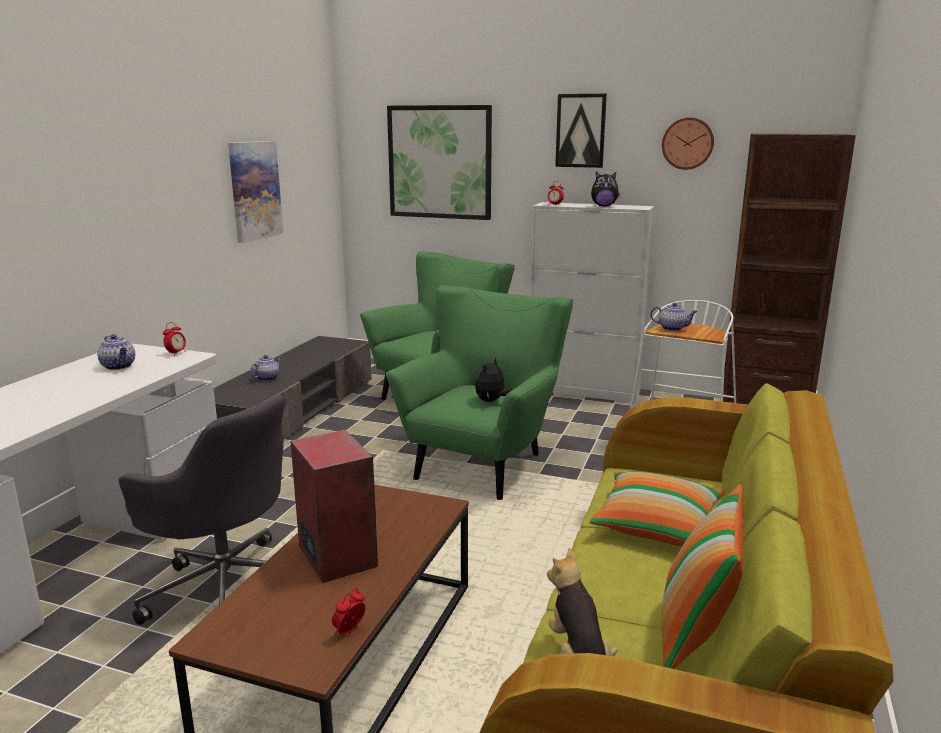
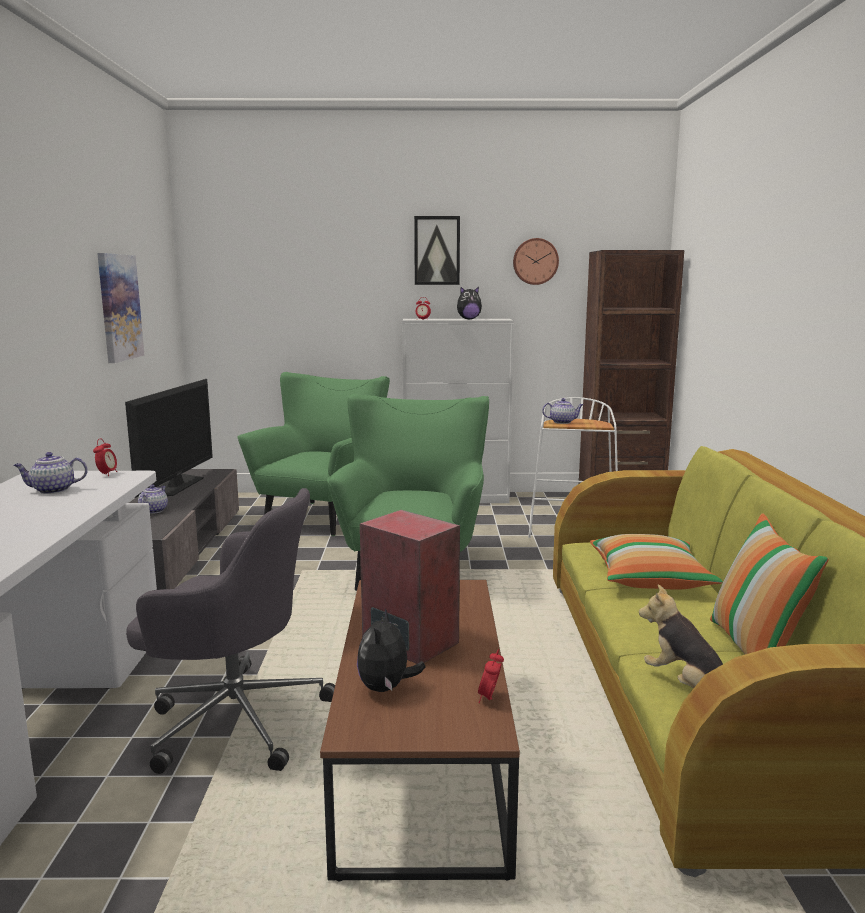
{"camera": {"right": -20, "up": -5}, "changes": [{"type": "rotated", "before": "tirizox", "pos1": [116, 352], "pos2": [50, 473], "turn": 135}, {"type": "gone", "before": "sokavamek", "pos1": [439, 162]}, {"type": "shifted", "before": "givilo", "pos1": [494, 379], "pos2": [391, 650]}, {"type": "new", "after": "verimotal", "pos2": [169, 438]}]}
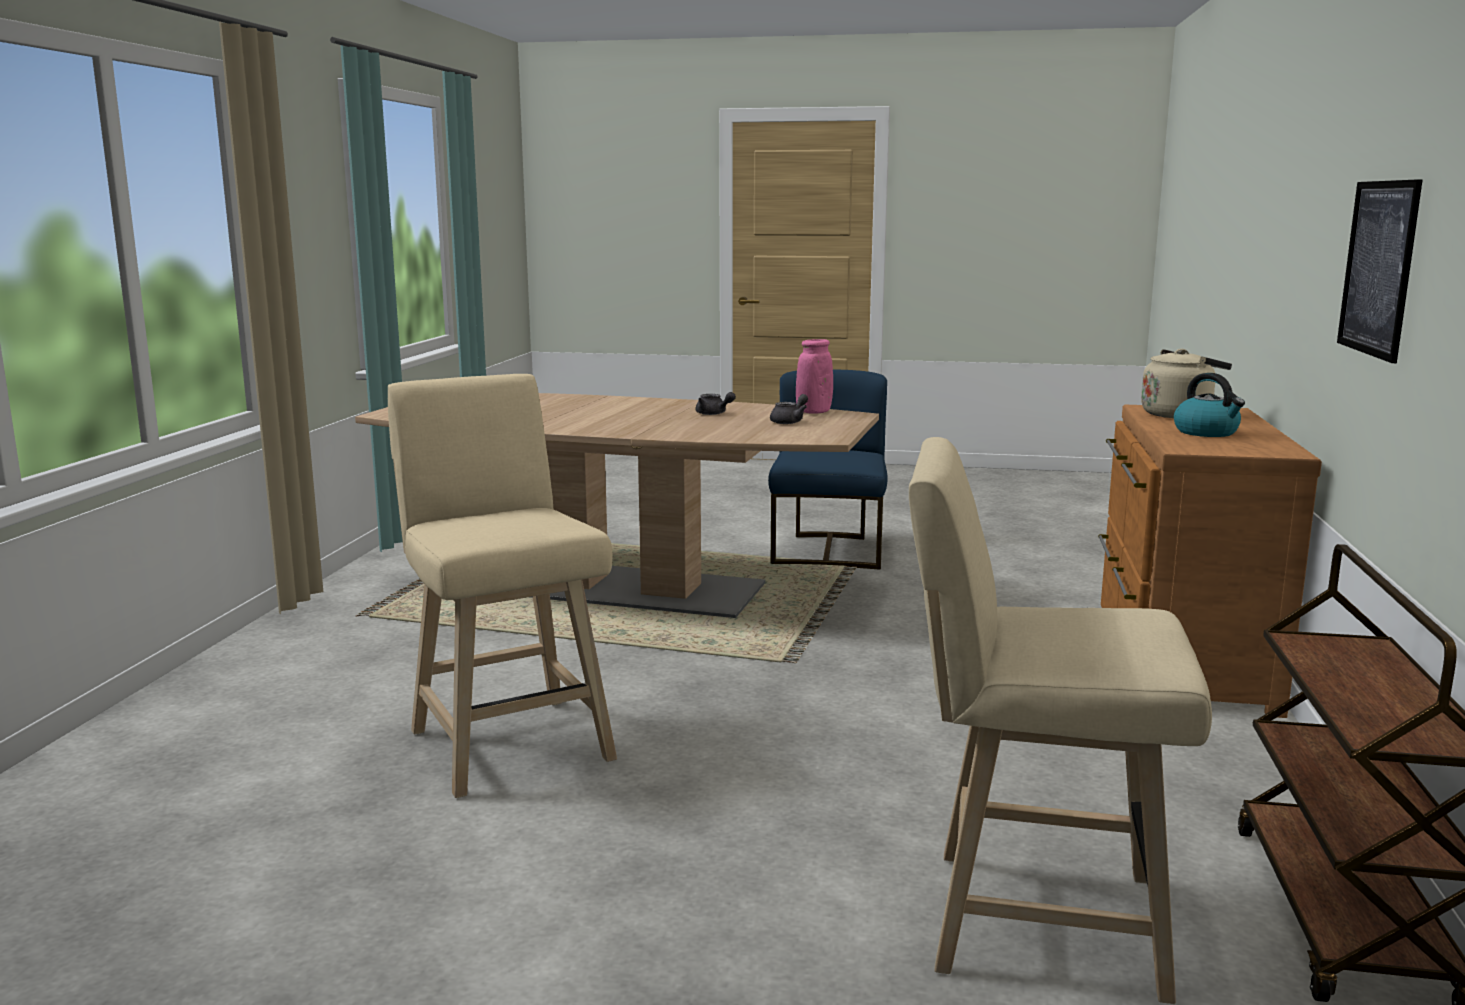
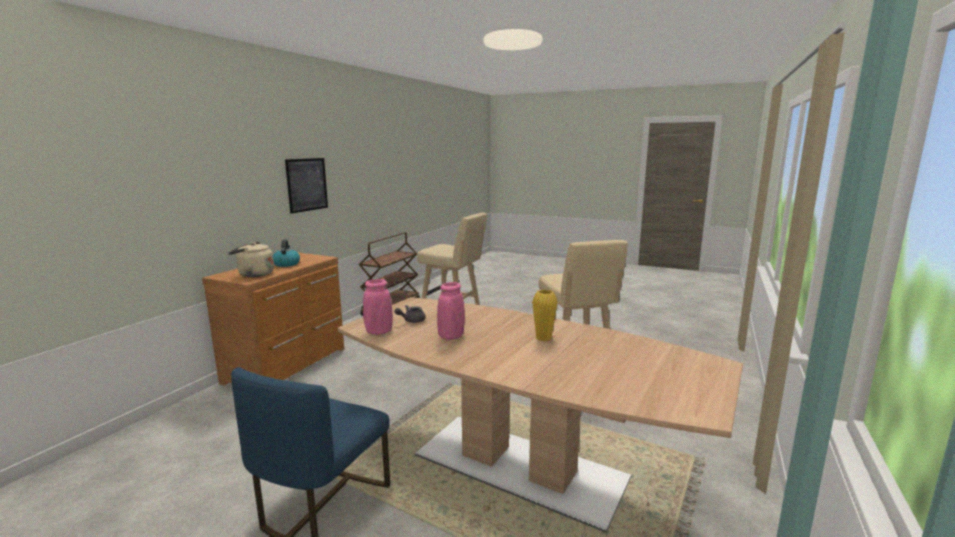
{"camera": {"right": -165, "up": 0}, "changes": [{"type": "swapped", "before": "grey tirizox", "after": "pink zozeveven", "pos1": [715, 403], "pos2": [451, 311]}, {"type": "new", "after": "yellow zozeveven", "pos2": [545, 315]}]}
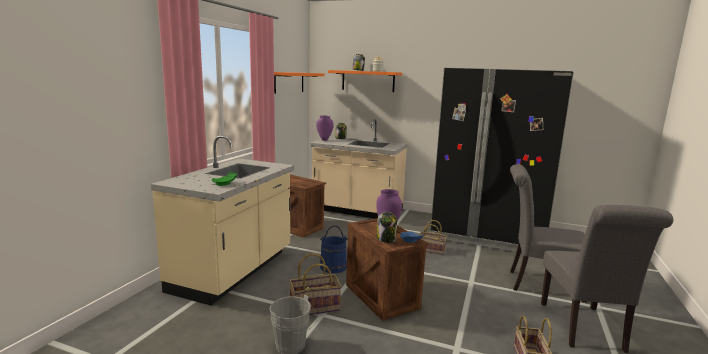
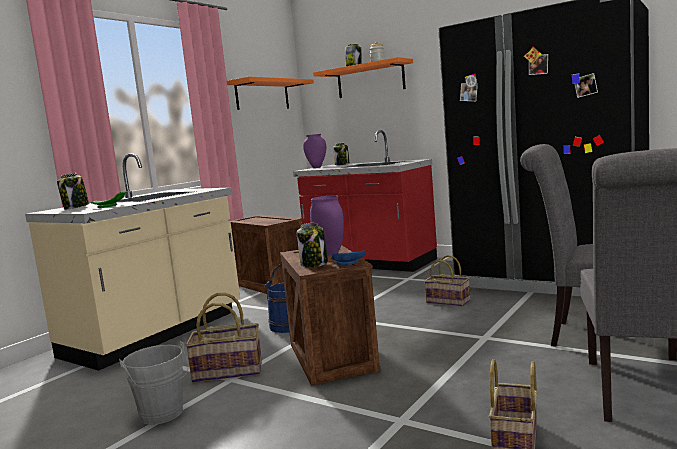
{"camera": {"right": 15, "up": -5}, "changes": [{"type": "repainted", "before": "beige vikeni", "after": "red vikeni", "pos1": [359, 169], "pos2": [365, 201]}, {"type": "new", "after": "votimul", "pos2": [73, 191]}]}
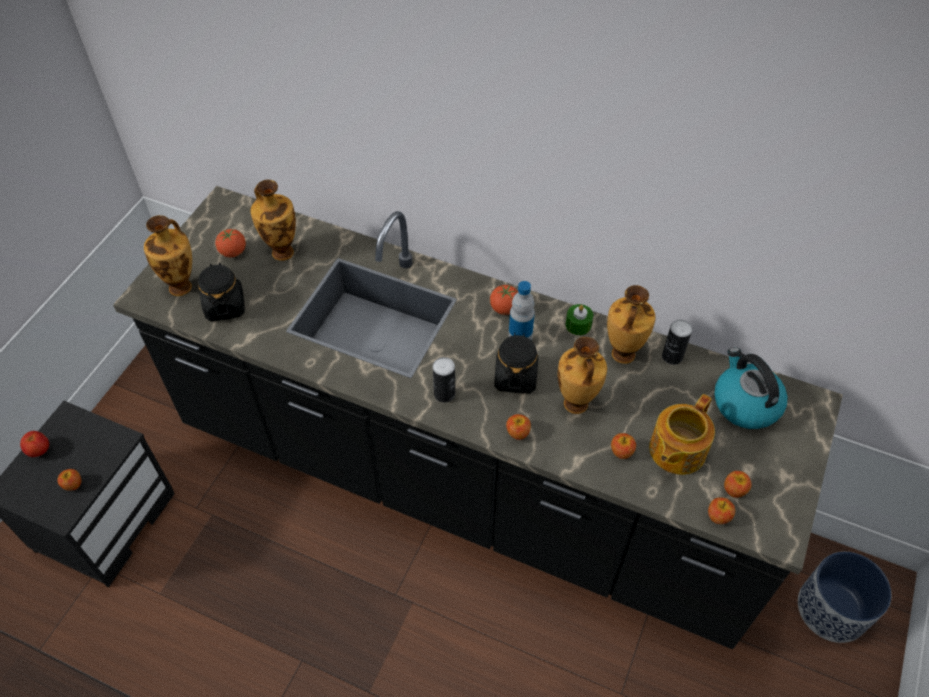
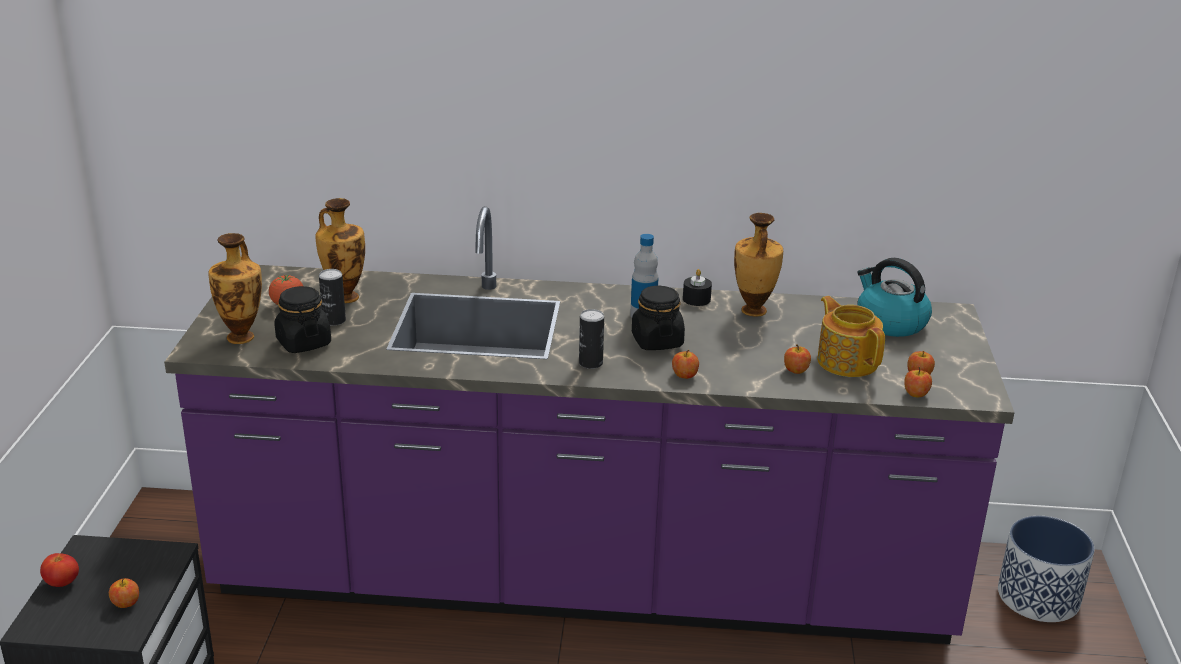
{"camera": {"right": -20, "up": -25}, "changes": [{"type": "repainted", "before": "black vikeni", "after": "purple vikeni", "pos1": [478, 417], "pos2": [589, 425]}, {"type": "gone", "before": "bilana", "pos1": [504, 300]}, {"type": "gone", "before": "zozeveven", "pos1": [582, 375]}, {"type": "repainted", "before": "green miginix", "after": "black miginix", "pos1": [579, 319], "pos2": [697, 287]}, {"type": "rotated", "before": "tirizox", "pos1": [682, 434], "pos2": [851, 336], "turn": 135}, {"type": "shifted", "before": "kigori", "pos1": [677, 342], "pos2": [332, 297]}]}
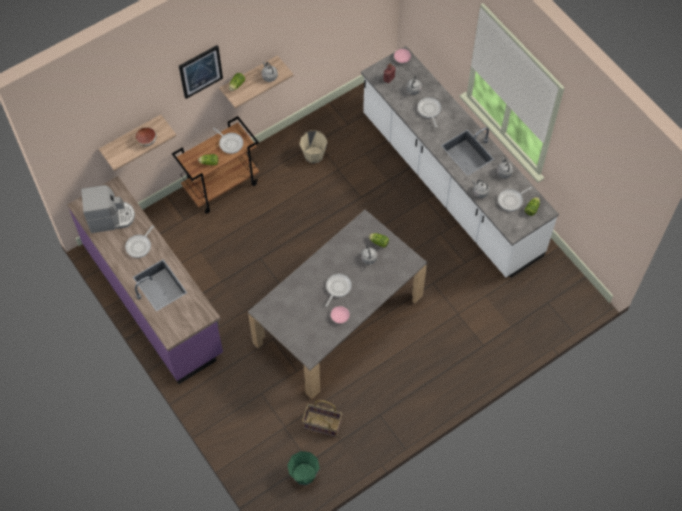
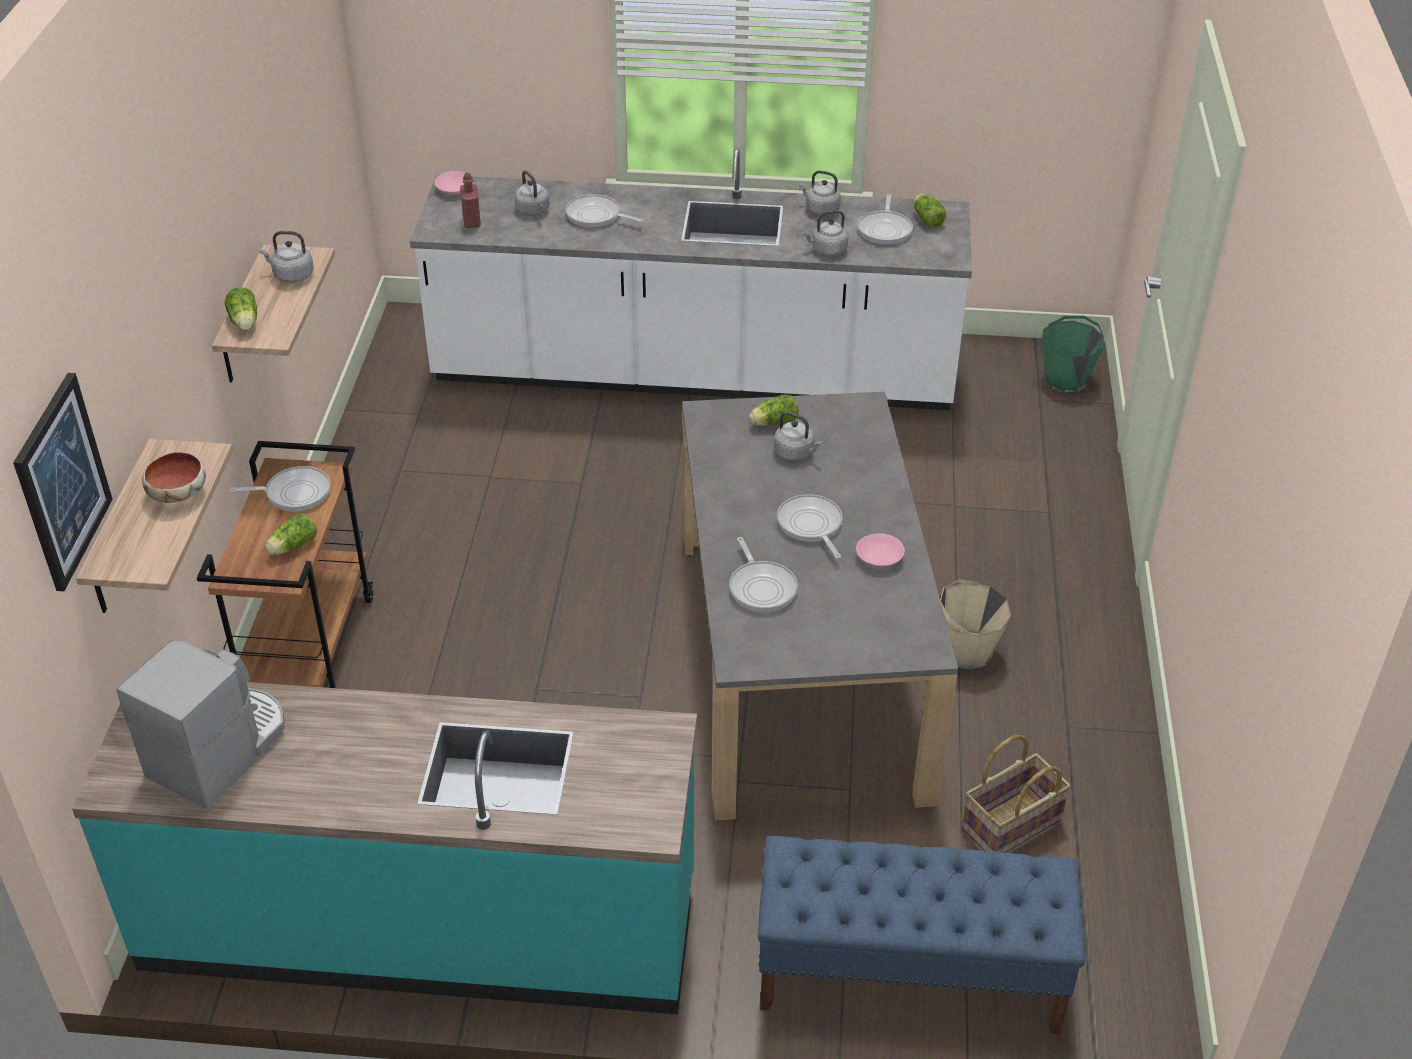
{"camera": {"right": -50, "up": -20}, "changes": [{"type": "repainted", "before": "purple vikeni", "after": "turquoise vikeni", "pos1": [145, 280], "pos2": [384, 848]}, {"type": "shifted", "before": "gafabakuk", "pos1": [139, 241], "pos2": [763, 574]}, {"type": "shifted", "before": "sokavamek", "pos1": [201, 72], "pos2": [63, 482]}, {"type": "shifted", "before": "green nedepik", "pos1": [303, 468], "pos2": [1073, 354]}, {"type": "shifted", "before": "beige nedepik", "pos1": [313, 146], "pos2": [975, 624]}, {"type": "new", "after": "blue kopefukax", "pos2": [921, 935]}]}
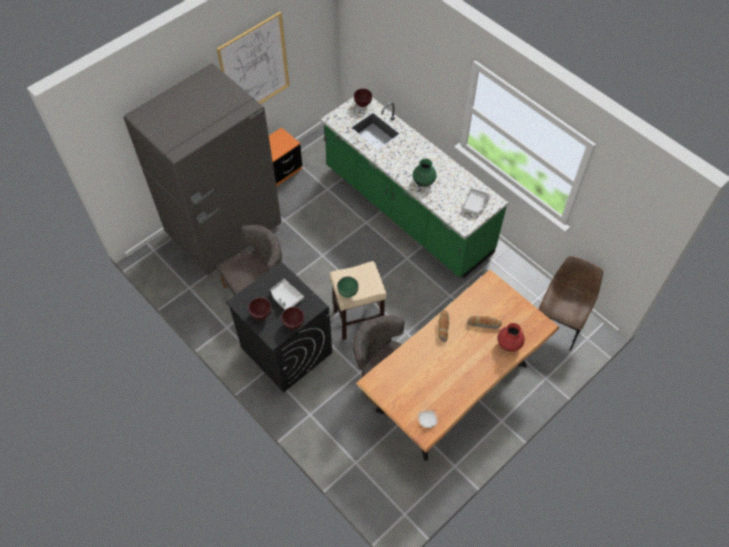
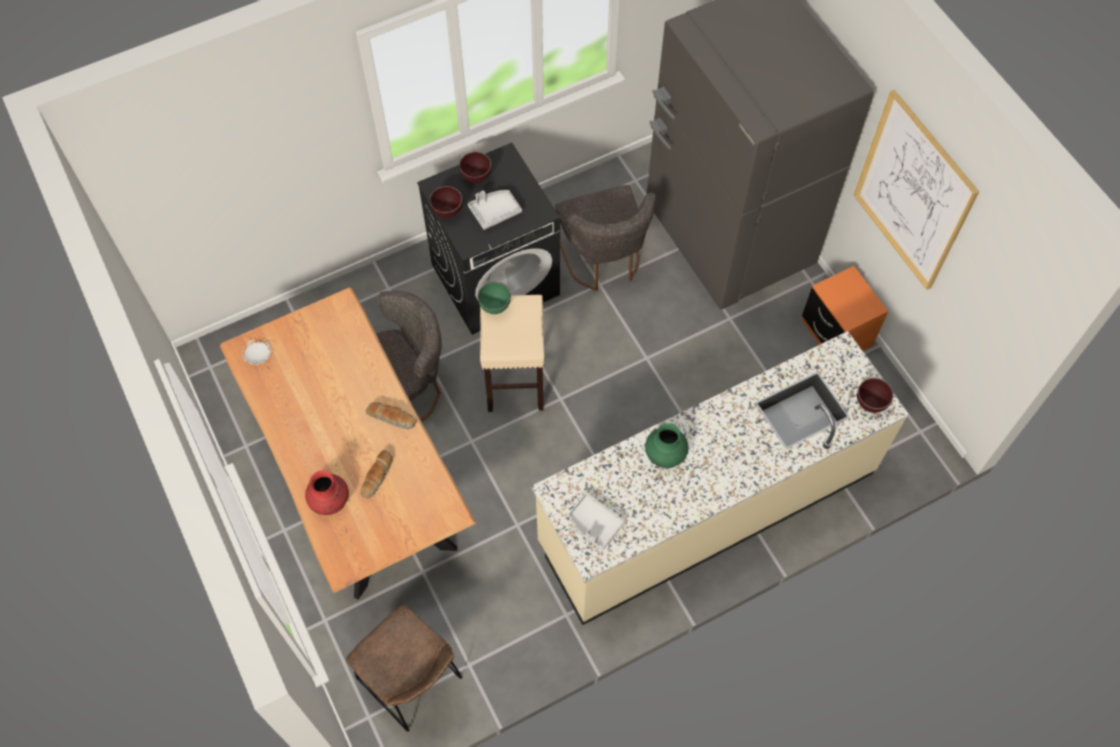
{"camera": {"right": 105, "up": 5}, "changes": [{"type": "repainted", "before": "green vikeni", "after": "beige vikeni", "pos1": [414, 187], "pos2": [720, 478]}]}
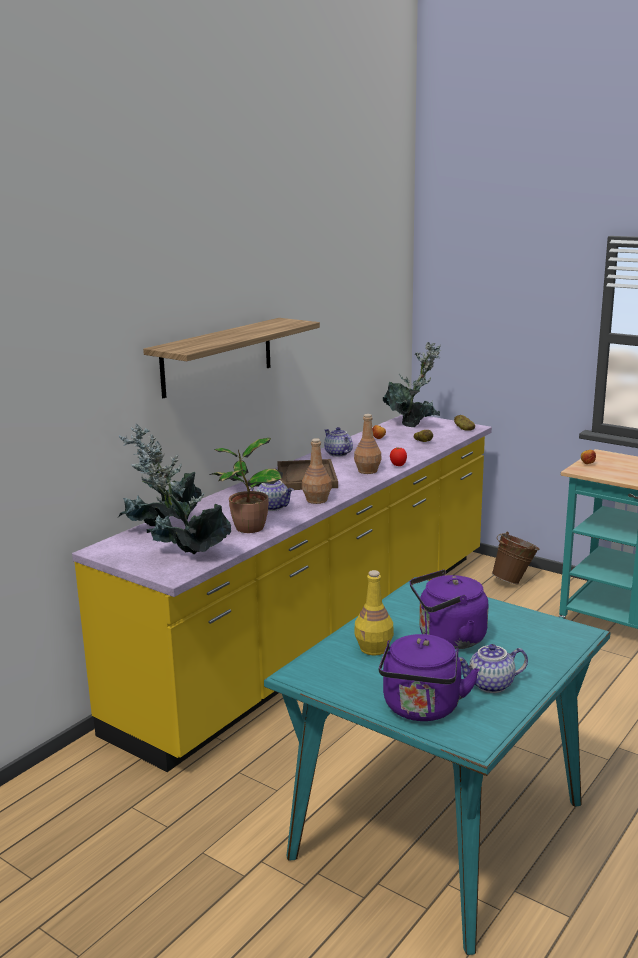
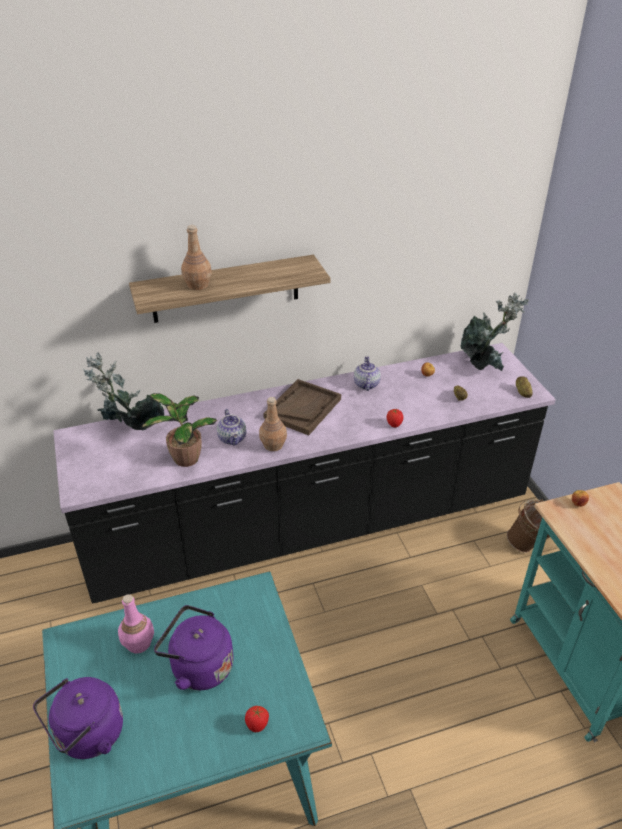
{"camera": {"right": 35, "up": 20}, "changes": [{"type": "repainted", "before": "yellow vikeni", "after": "black vikeni", "pos1": [282, 593], "pos2": [304, 473]}, {"type": "gone", "before": "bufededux", "pos1": [184, 497]}, {"type": "shifted", "before": "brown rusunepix", "pos1": [368, 444], "pos2": [196, 257]}, {"type": "repainted", "before": "yellow rusunepix", "after": "pink rusunepix", "pos1": [374, 612], "pos2": [136, 623]}, {"type": "gone", "before": "tirizox", "pos1": [493, 668]}, {"type": "new", "after": "bilana", "pos2": [257, 719]}]}
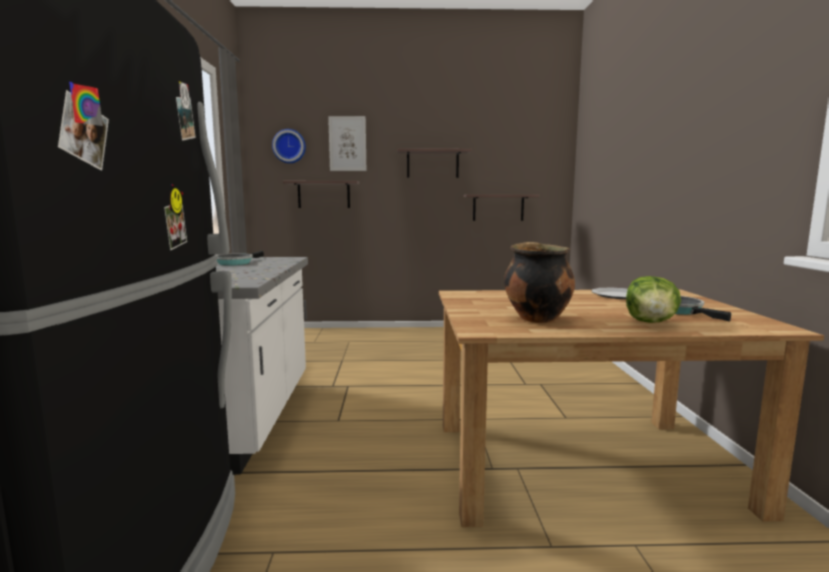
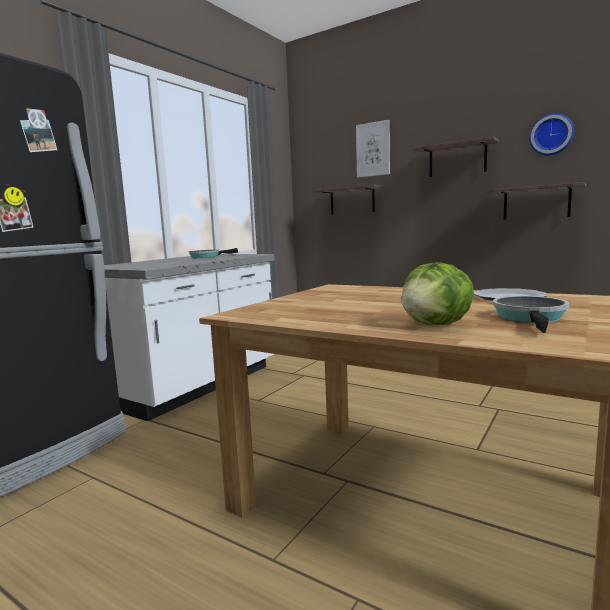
{"camera": {"right": 35, "up": 0}, "changes": [{"type": "shifted", "before": "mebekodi", "pos1": [289, 146], "pos2": [551, 135]}, {"type": "gone", "before": "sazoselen", "pos1": [539, 282]}]}
